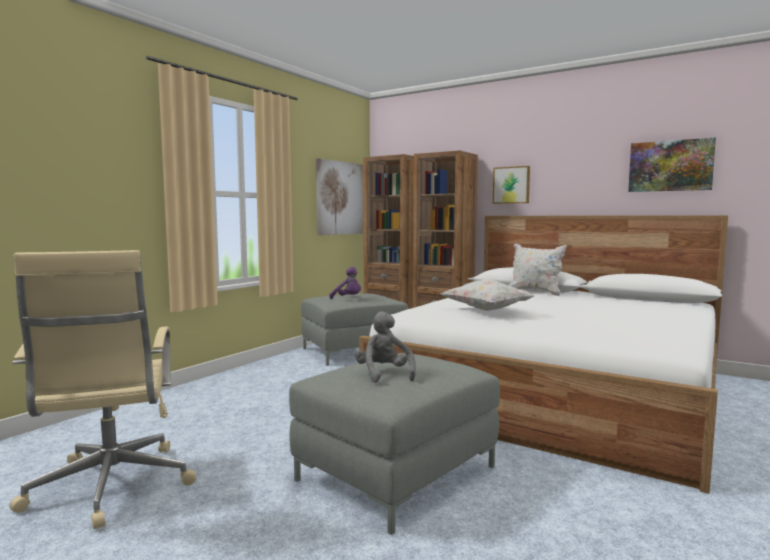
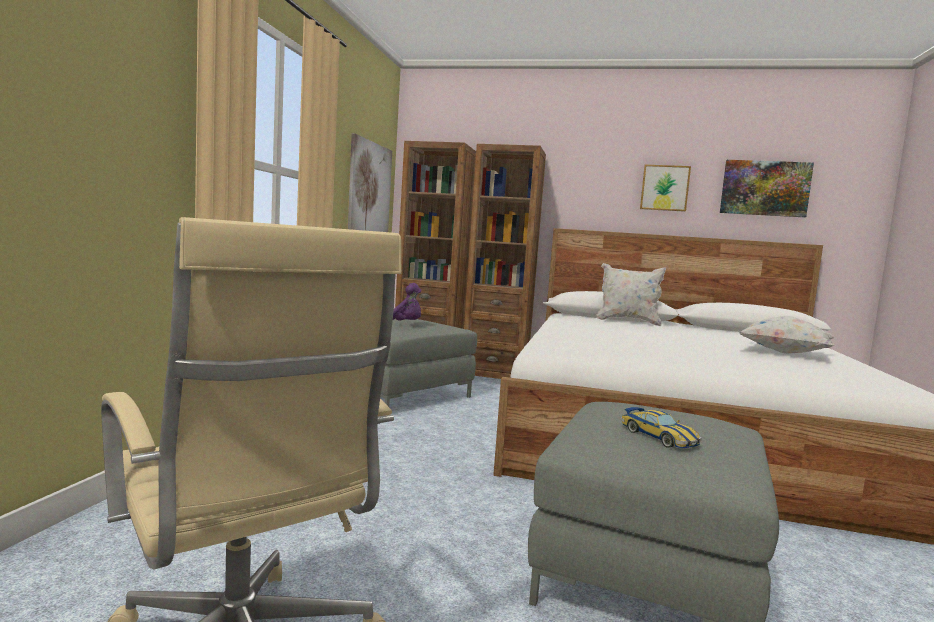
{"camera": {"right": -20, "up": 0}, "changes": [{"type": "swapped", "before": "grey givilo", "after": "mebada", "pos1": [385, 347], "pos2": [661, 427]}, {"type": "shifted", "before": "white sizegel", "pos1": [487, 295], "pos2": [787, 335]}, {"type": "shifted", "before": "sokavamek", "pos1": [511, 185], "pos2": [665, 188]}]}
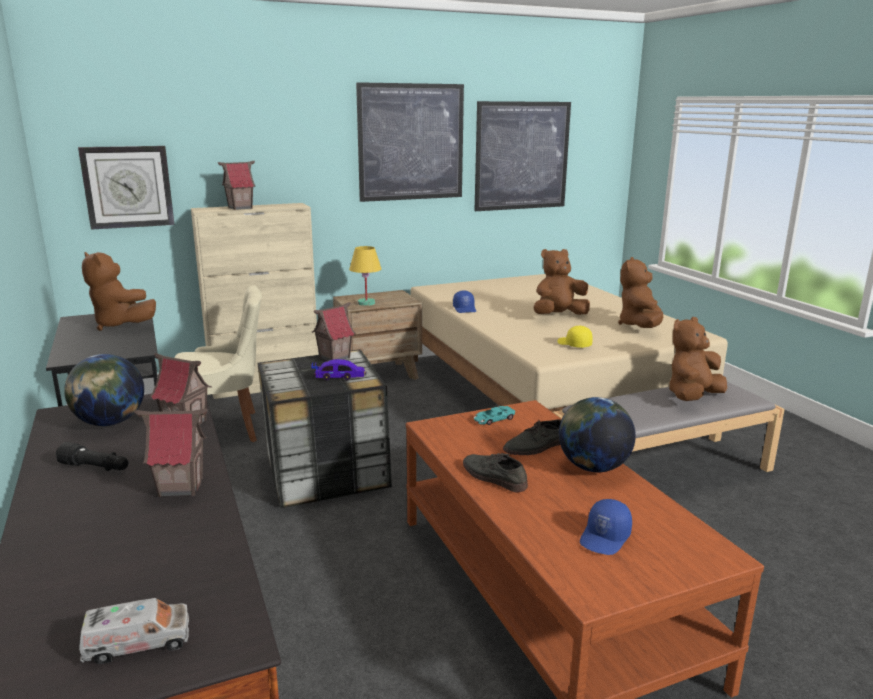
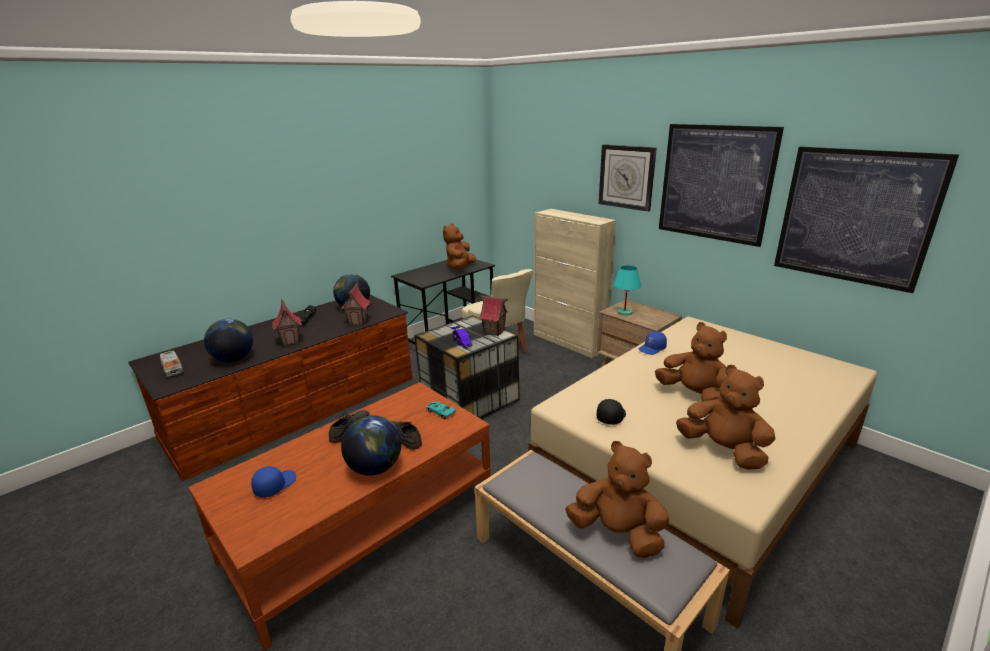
{"camera": {"right": 70, "up": 5}, "changes": [{"type": "shifted", "before": "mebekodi", "pos1": [126, 188], "pos2": [628, 178]}, {"type": "gone", "before": "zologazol", "pos1": [236, 185]}, {"type": "repainted", "before": "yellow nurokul", "after": "turquoise nurokul", "pos1": [365, 276], "pos2": [627, 290]}, {"type": "repainted", "before": "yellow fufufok", "after": "black fufufok", "pos1": [575, 337], "pos2": [611, 412]}, {"type": "rotated", "before": "blue fufufok", "pos1": [606, 527], "pos2": [273, 482], "turn": 105}, {"type": "rotated", "before": "brown givilo", "pos1": [640, 292], "pos2": [726, 417], "turn": 45}, {"type": "new", "after": "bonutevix", "pos2": [228, 340]}]}
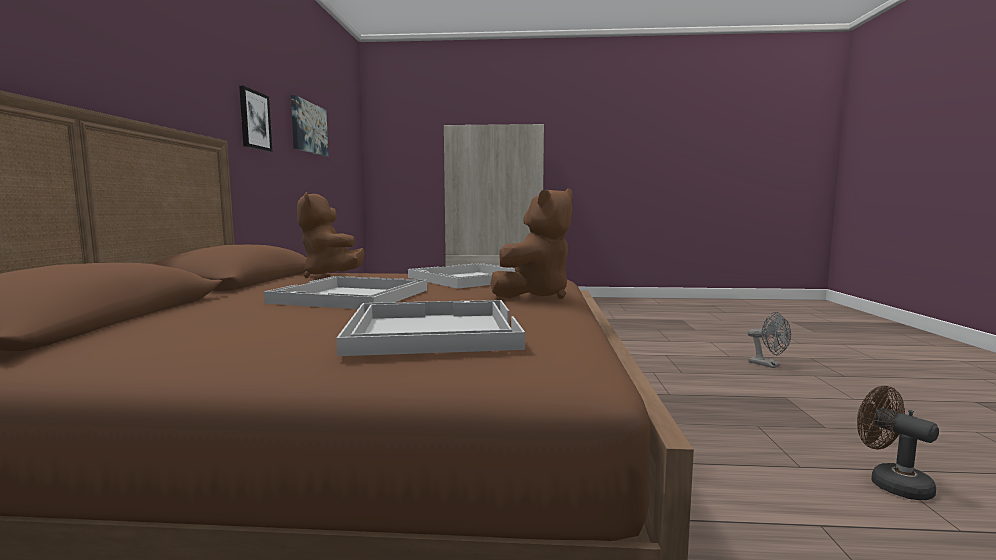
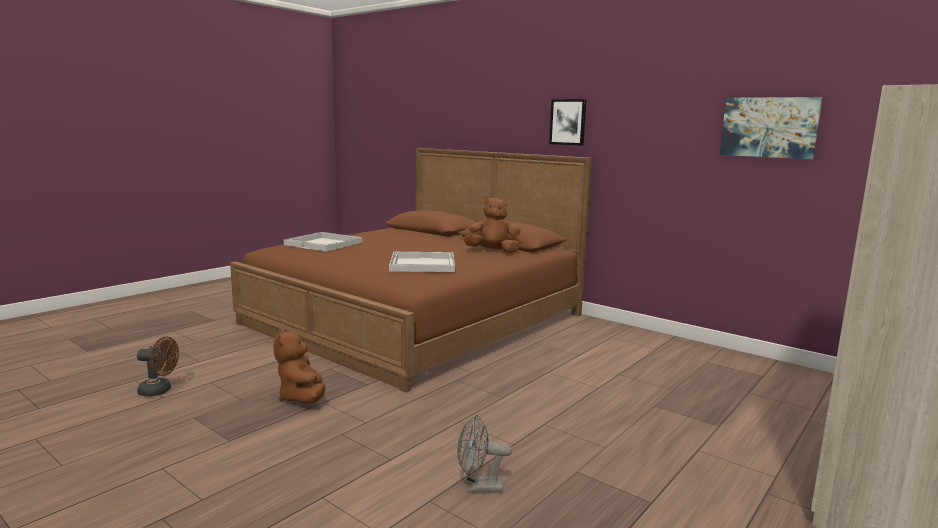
{"camera": {"right": 125, "up": 5}, "changes": [{"type": "shifted", "before": "sokavamek", "pos1": [255, 119], "pos2": [567, 122]}, {"type": "gone", "before": "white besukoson", "pos1": [345, 292]}, {"type": "shifted", "before": "brown givilo", "pos1": [531, 243], "pos2": [299, 366]}, {"type": "shifted", "before": "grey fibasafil", "pos1": [769, 340], "pos2": [484, 453]}]}
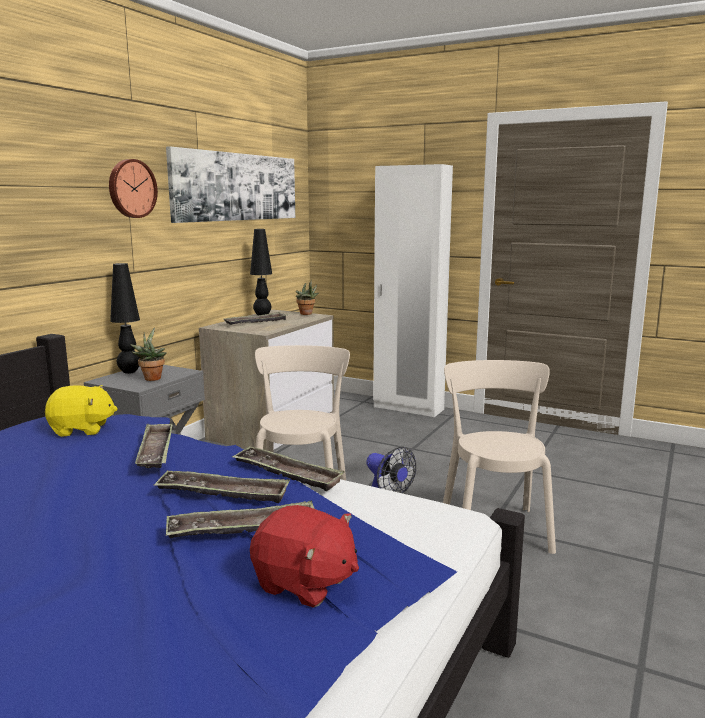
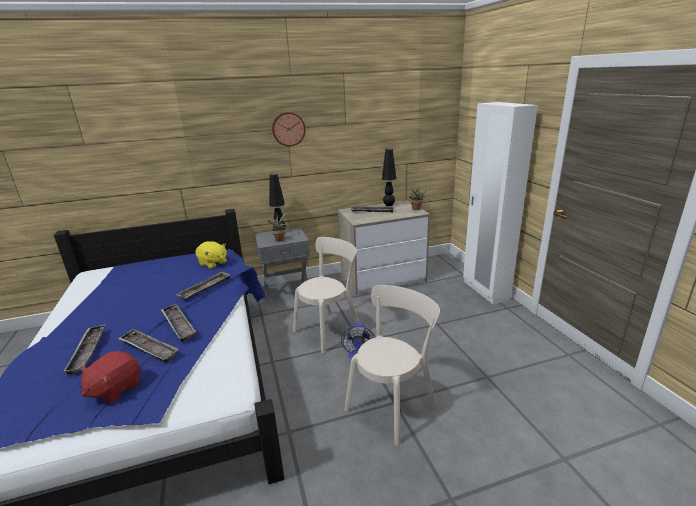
{"camera": {"right": 45, "up": 10}, "changes": [{"type": "gone", "before": "sokavamek", "pos1": [230, 184]}, {"type": "shifted", "before": "besukoson", "pos1": [288, 469], "pos2": [84, 349]}, {"type": "rotated", "before": "red givilo", "pos1": [304, 556], "pos2": [110, 377], "turn": 45}]}
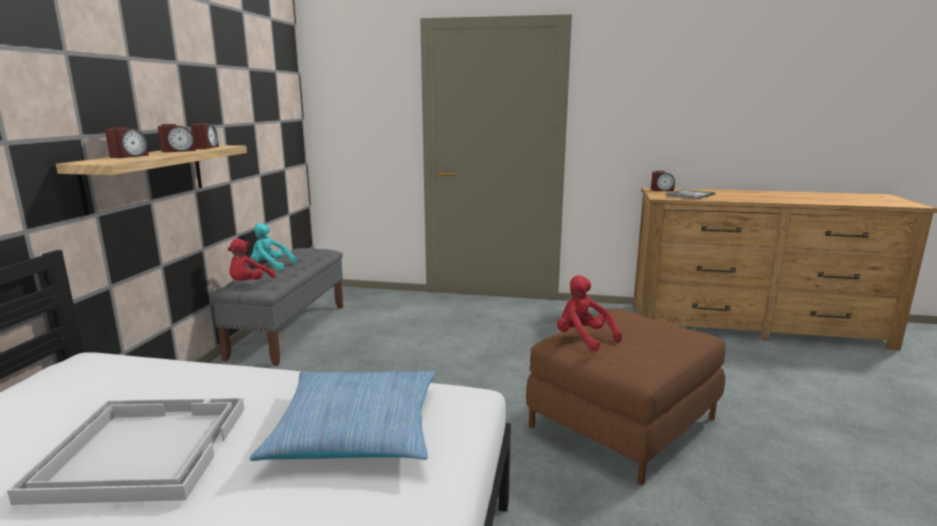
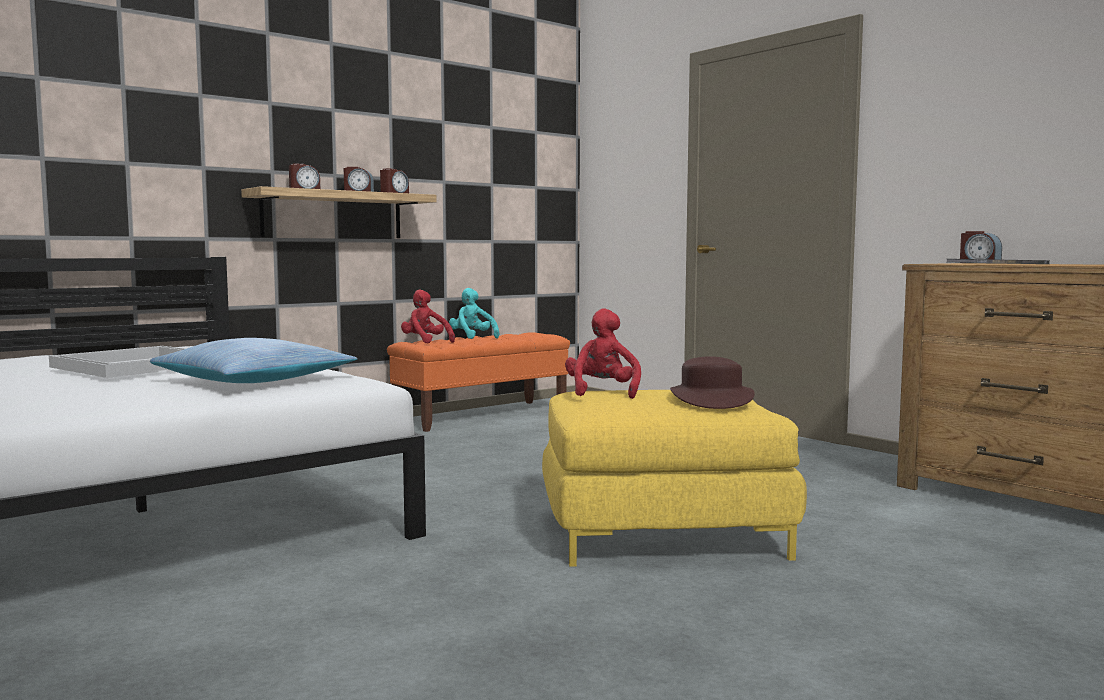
{"camera": {"right": 40, "up": -10}, "changes": [{"type": "repainted", "before": "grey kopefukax", "after": "orange kopefukax", "pos1": [276, 307], "pos2": [478, 382]}, {"type": "rotated", "before": "red givilo", "pos1": [252, 260], "pos2": [428, 316], "turn": 75}, {"type": "repainted", "before": "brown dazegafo", "after": "yellow dazegafo", "pos1": [625, 396], "pos2": [674, 478]}, {"type": "new", "after": "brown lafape", "pos2": [712, 382]}]}
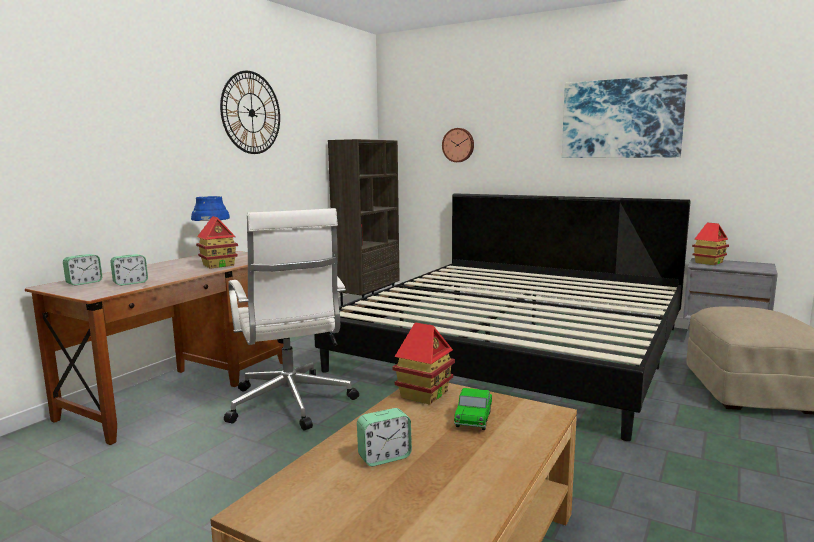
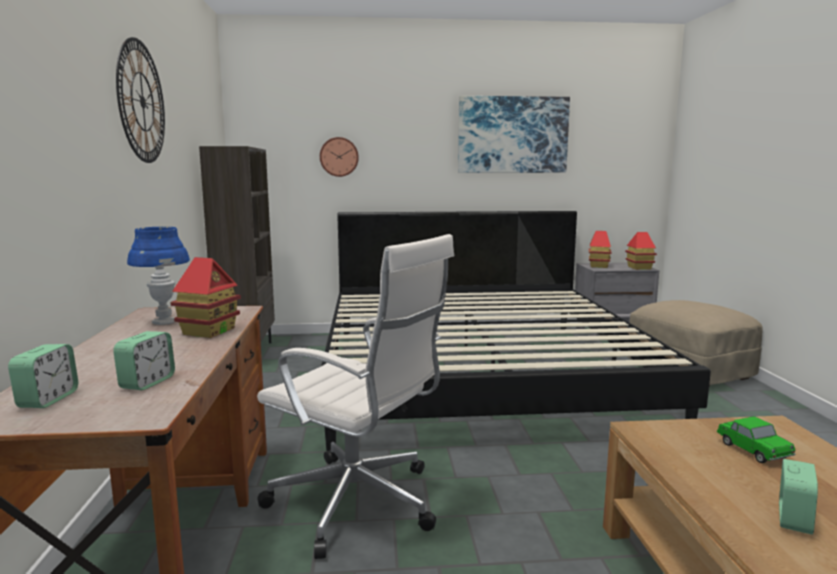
{"camera": {"right": -35, "up": 0}, "changes": [{"type": "shifted", "before": "zologazol", "pos1": [423, 363], "pos2": [641, 251]}]}
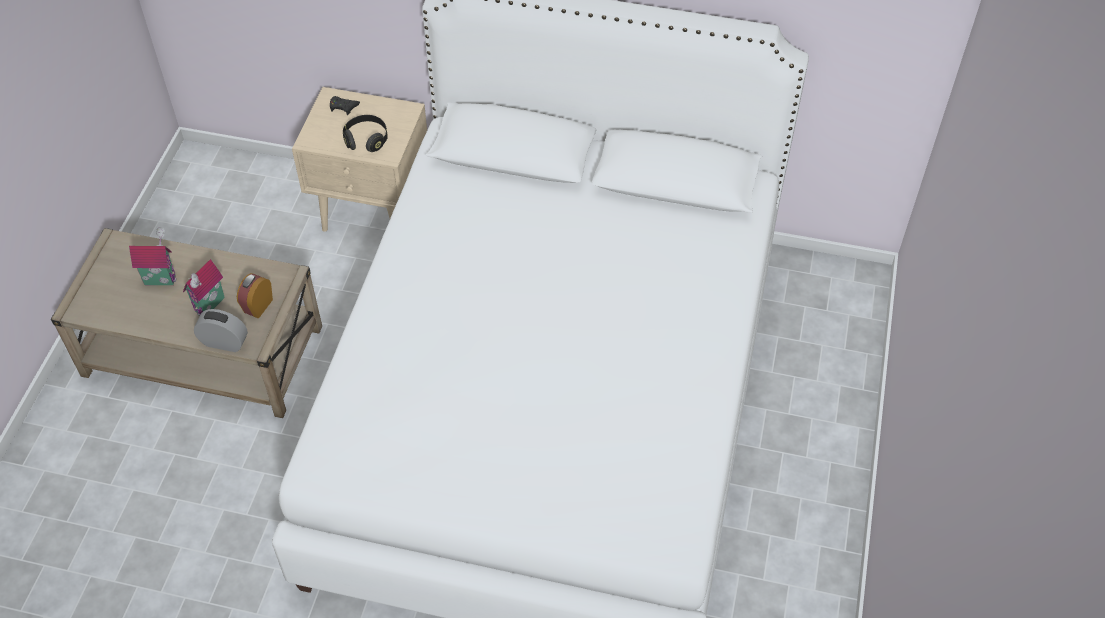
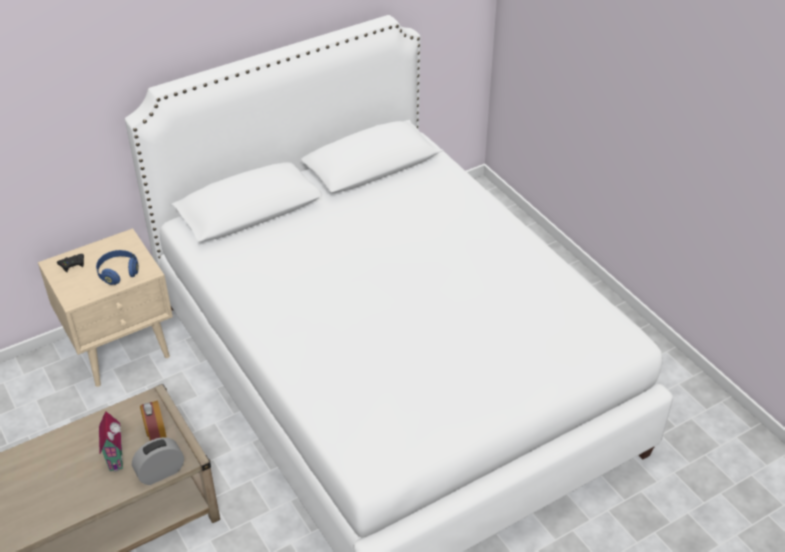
{"camera": {"right": -45, "up": -10}, "changes": [{"type": "gone", "before": "zologazol", "pos1": [153, 256]}, {"type": "repainted", "before": "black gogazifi", "after": "blue gogazifi", "pos1": [365, 133], "pos2": [117, 267]}]}
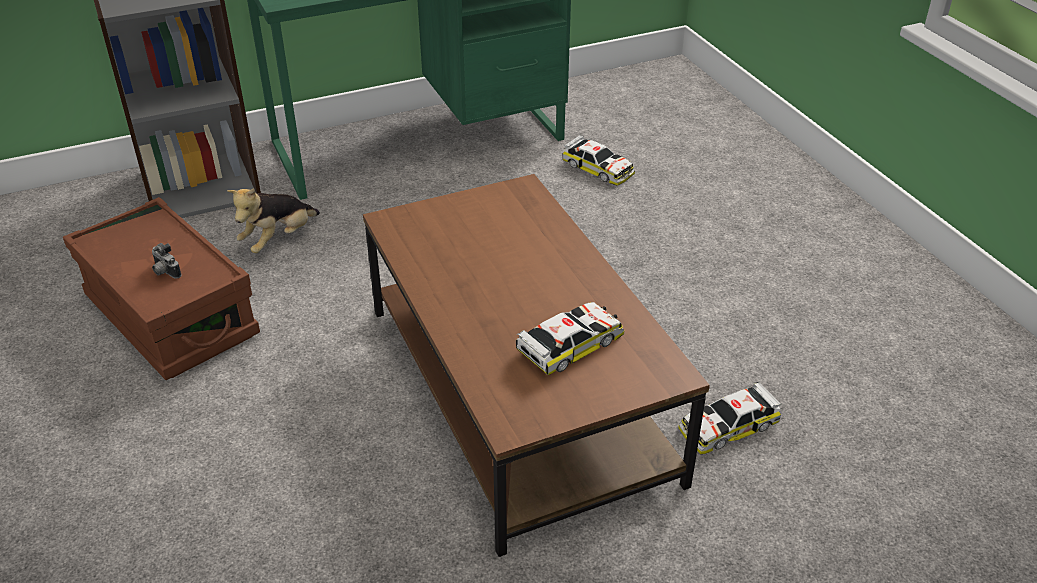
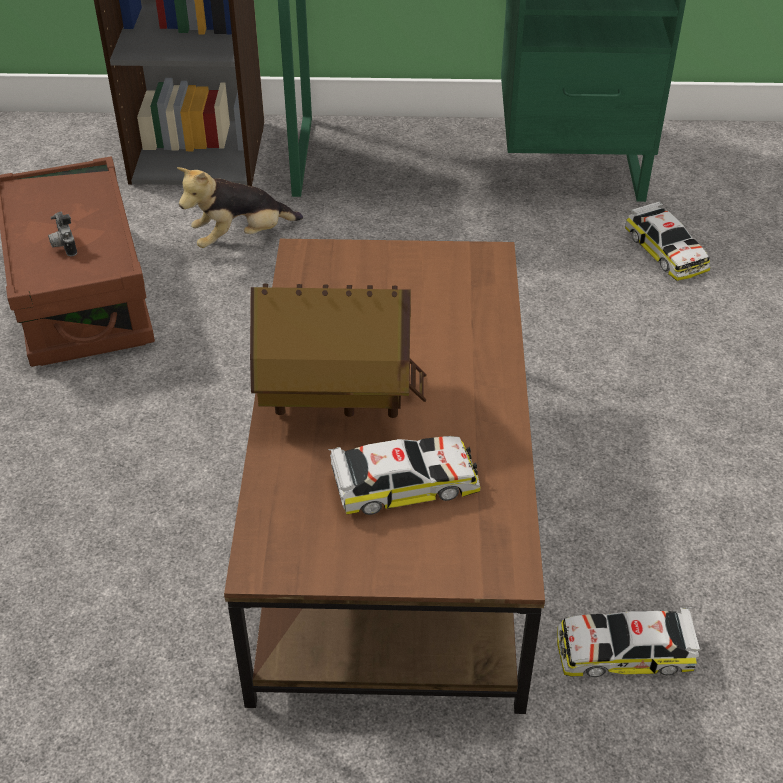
{"camera": {"right": 25, "up": 5}, "changes": [{"type": "new", "after": "zologazol", "pos2": [338, 351]}]}
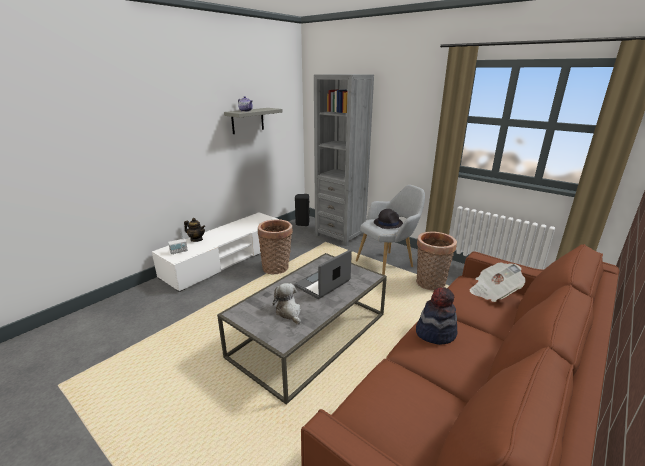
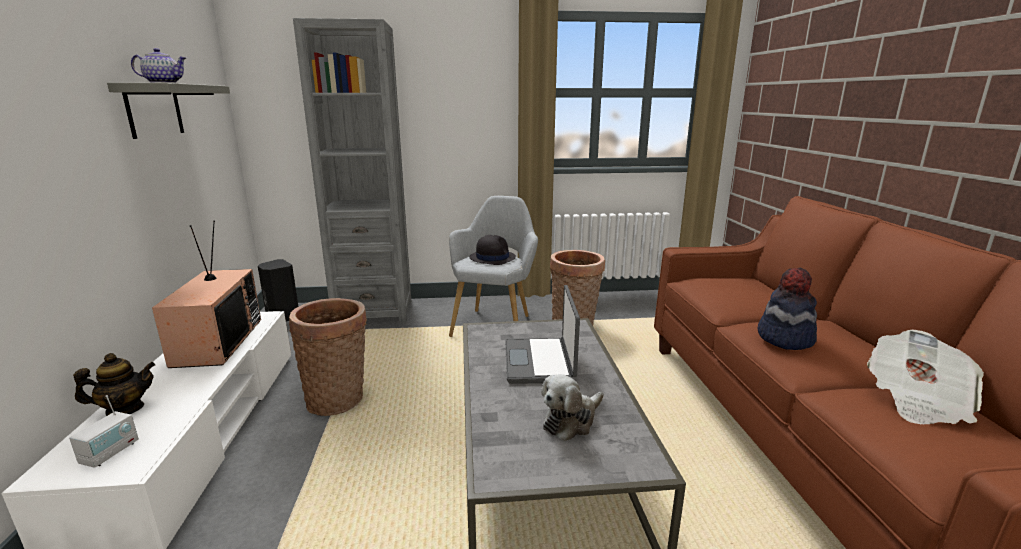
{"camera": {"right": -45, "up": -5}, "changes": [{"type": "rotated", "before": "givilo", "pos1": [287, 303], "pos2": [572, 407], "turn": -60}, {"type": "shifted", "before": "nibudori", "pos1": [498, 282], "pos2": [925, 377]}, {"type": "new", "after": "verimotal", "pos2": [206, 294]}]}
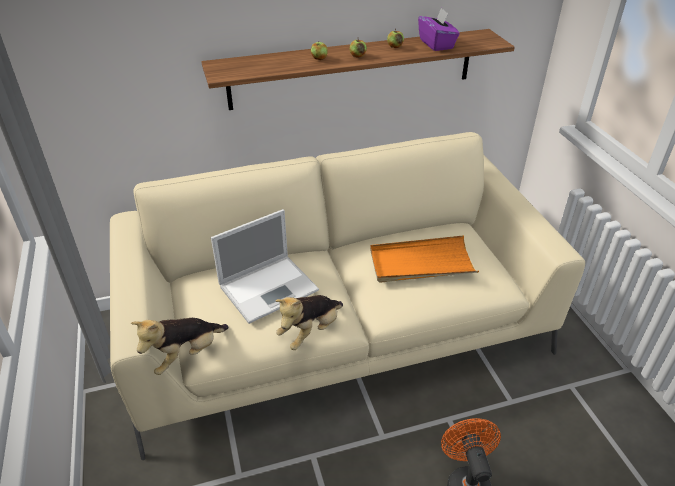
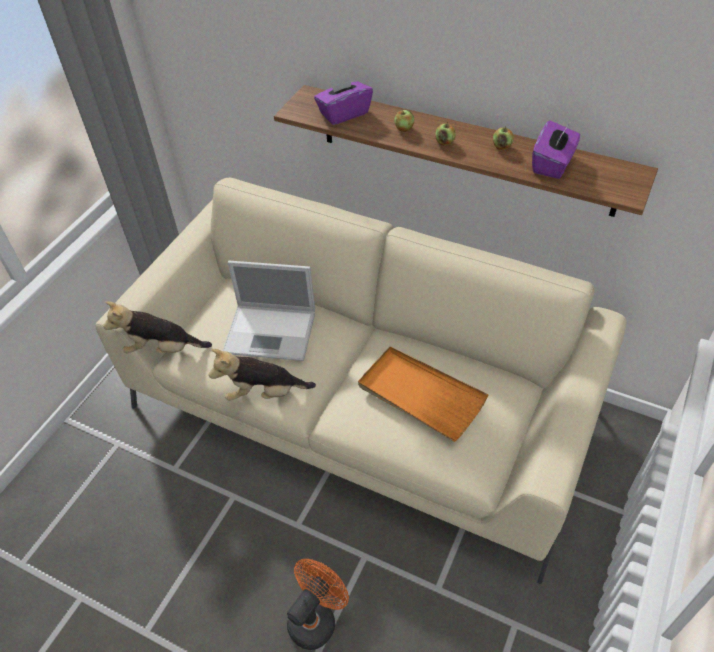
{"camera": {"right": 45, "up": 10}, "changes": [{"type": "new", "after": "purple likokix", "pos2": [343, 98]}]}
